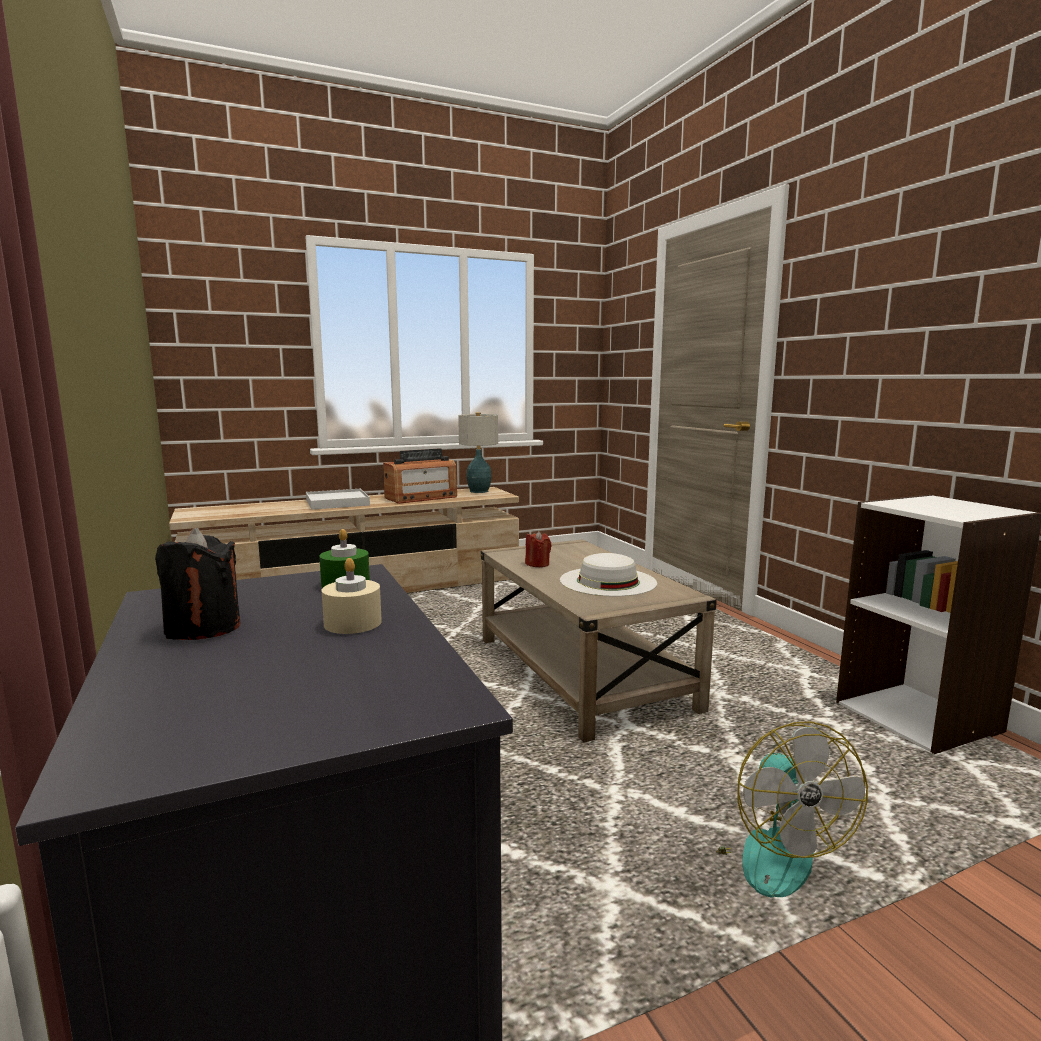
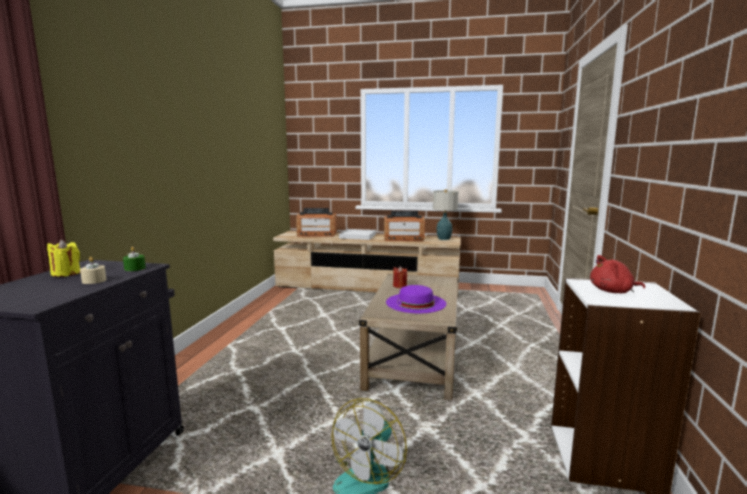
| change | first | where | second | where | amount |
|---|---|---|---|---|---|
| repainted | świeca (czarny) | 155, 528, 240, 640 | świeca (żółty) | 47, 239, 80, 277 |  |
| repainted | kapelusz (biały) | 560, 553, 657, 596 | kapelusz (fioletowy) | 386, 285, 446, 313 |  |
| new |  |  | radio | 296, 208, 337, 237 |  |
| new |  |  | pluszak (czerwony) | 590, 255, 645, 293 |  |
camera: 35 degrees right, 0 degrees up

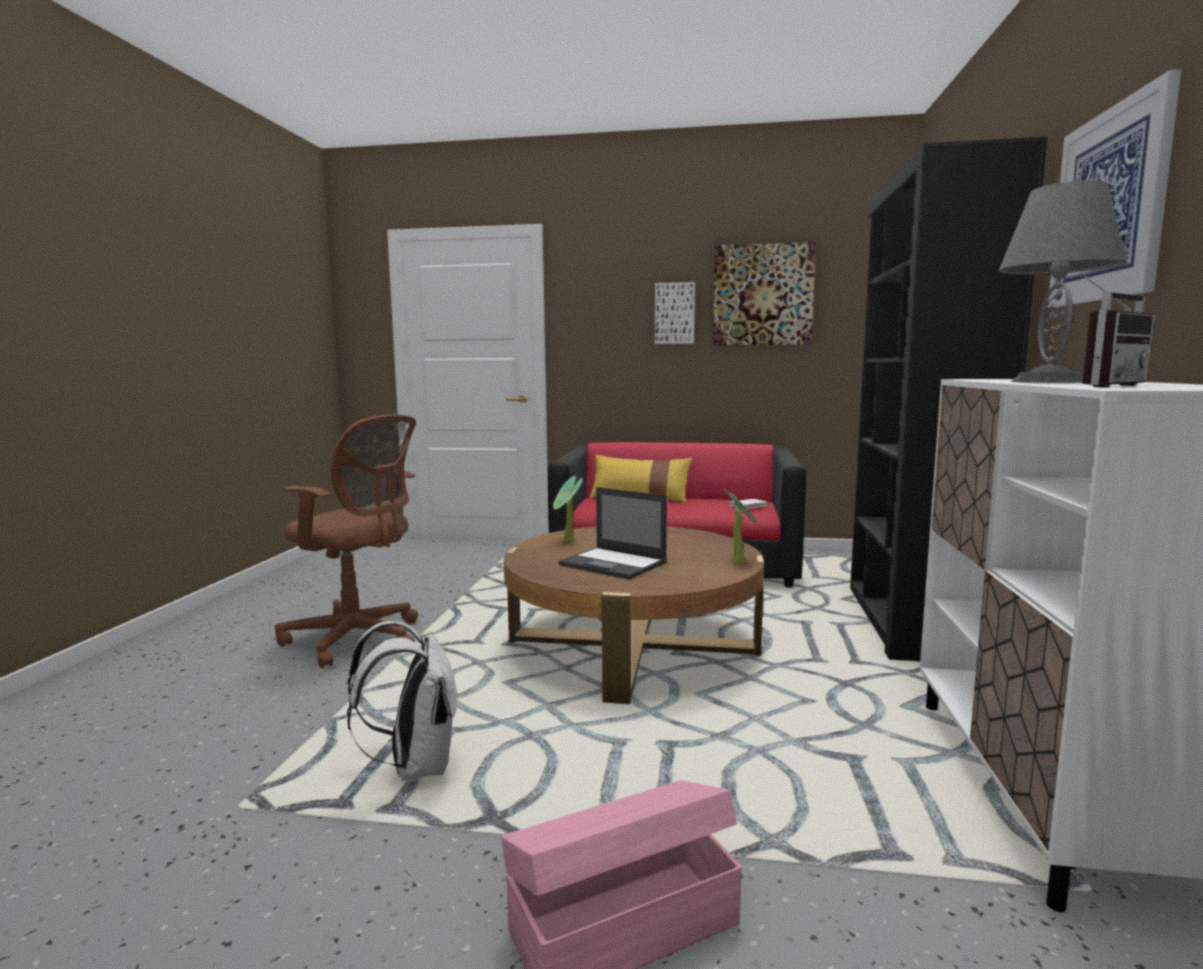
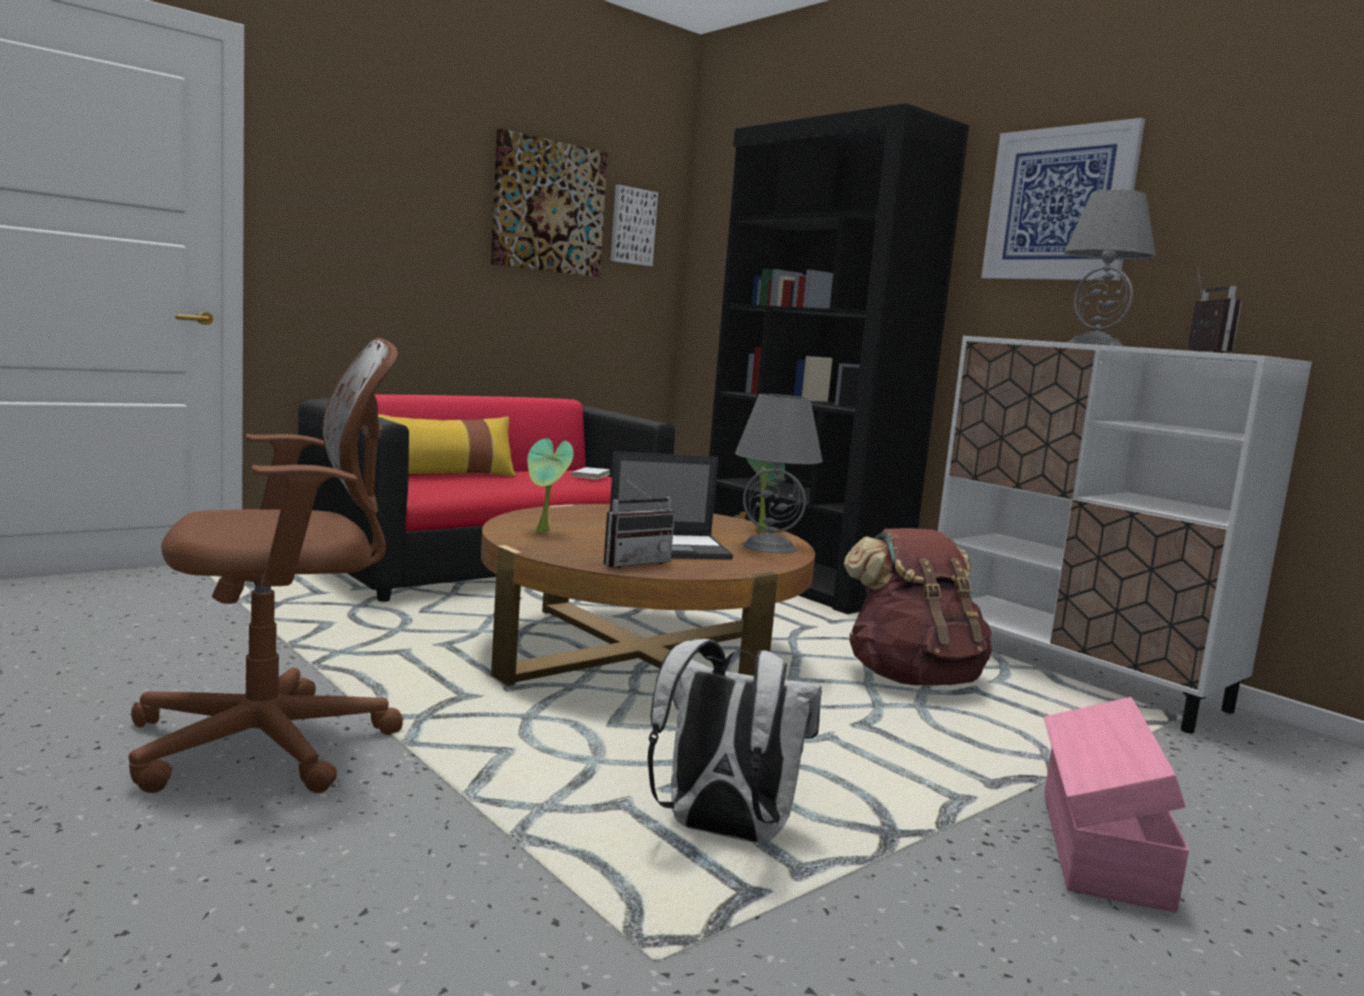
| change | first | where | second | where | amount |
|---|---|---|---|---|---|
| shifted | obraz | 655, 282, 695, 344 |  | 610, 185, 658, 266 |  |
| new |  |  | lampa stołowa (szary) | 735, 394, 823, 553 |  |
| new |  |  | radio | 604, 476, 675, 568 |  |
| new |  |  | plecak (brązowy) | 844, 528, 992, 685 |  |
camera: 50 degrees left, 0 degrees up

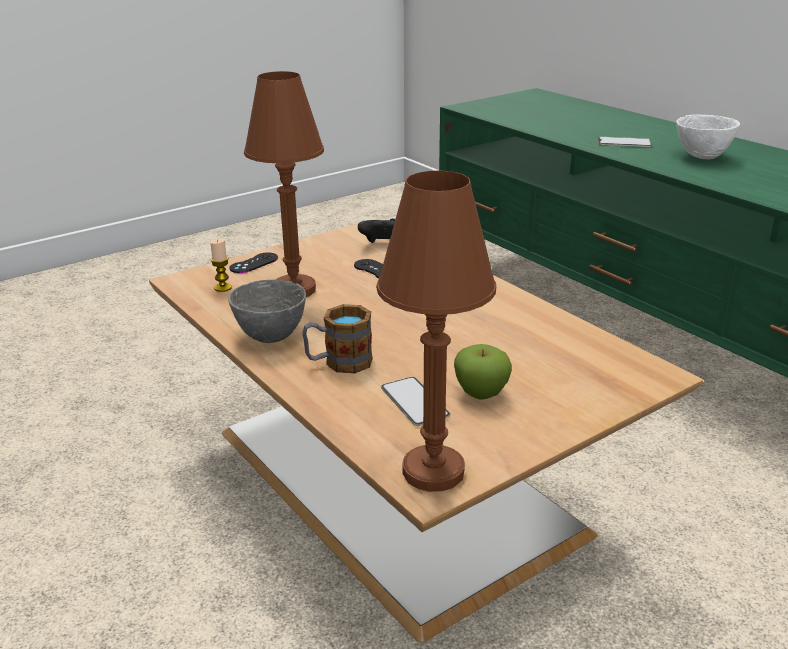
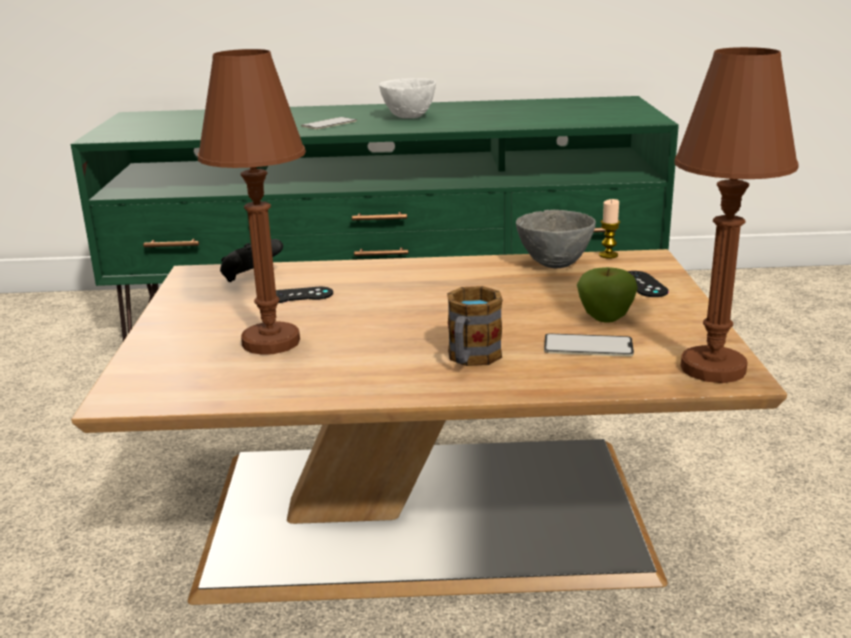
| change | first | where | second | where | amount |
|---|---|---|---|---|---|
| shifted | świeca | 210, 239, 232, 292 |  | 599, 199, 620, 259 |  |
| shifted | pad do gier (czarny) | 229, 252, 278, 273 |  | 627, 271, 669, 297 |  |
| shifted | miska (szary) | 228, 280, 306, 343 |  | 516, 210, 596, 268 |  |
camera: 55 degrees left, 5 degrees down

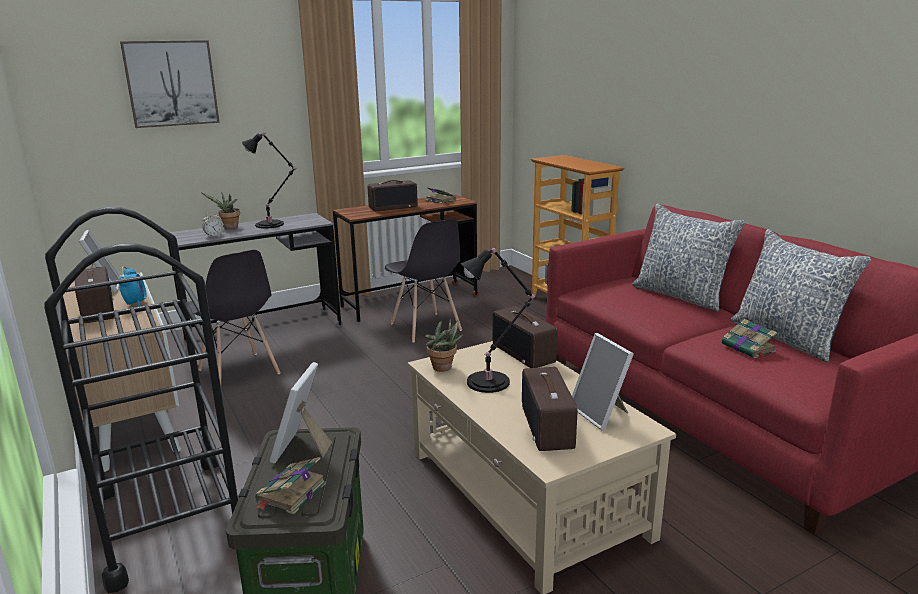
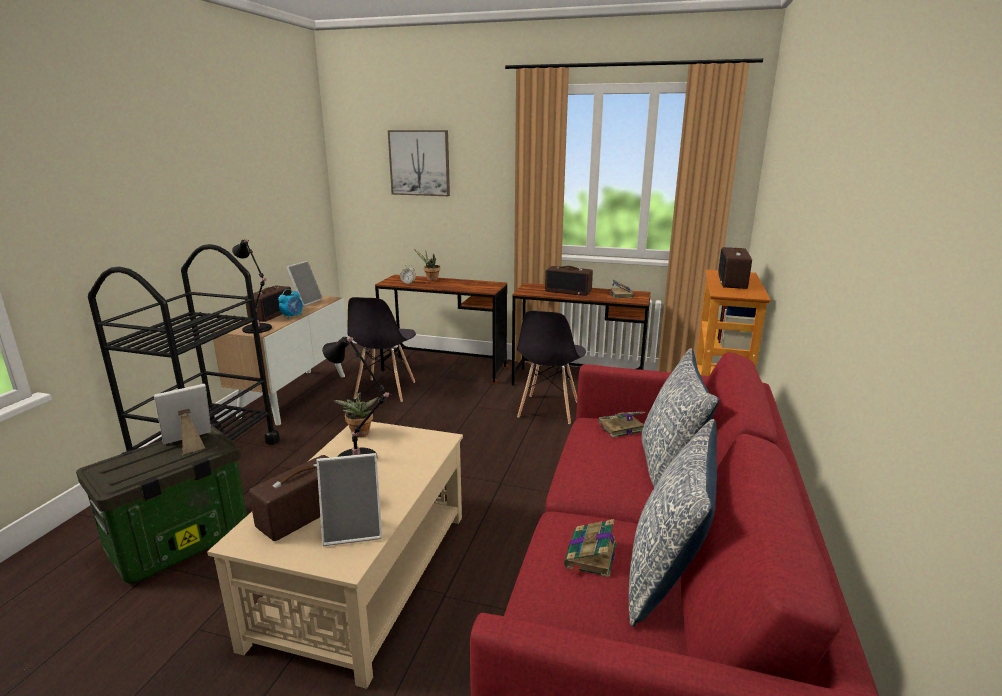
| change | first | where | second | where | amount |
|---|---|---|---|---|---|
| shifted | lampa stołowa (czarny) | 242, 133, 296, 229 |  | 232, 239, 272, 334 |  |
| repainted | biurko (szary) | 168, 213, 343, 353 | biurko (brązowy) | 375, 275, 508, 384 |  |
| shifted | radio | 493, 306, 557, 368 |  | 718, 247, 752, 289 |  |
| rotated | ramka na zdjęcie | 572, 333, 634, 431 |  | 317, 453, 382, 546 | 120 degrees counterclockwise |
| shifted | książka | 255, 457, 326, 515 |  | 595, 412, 645, 438 |  |
camera: 45 degrees right, 0 degrees up

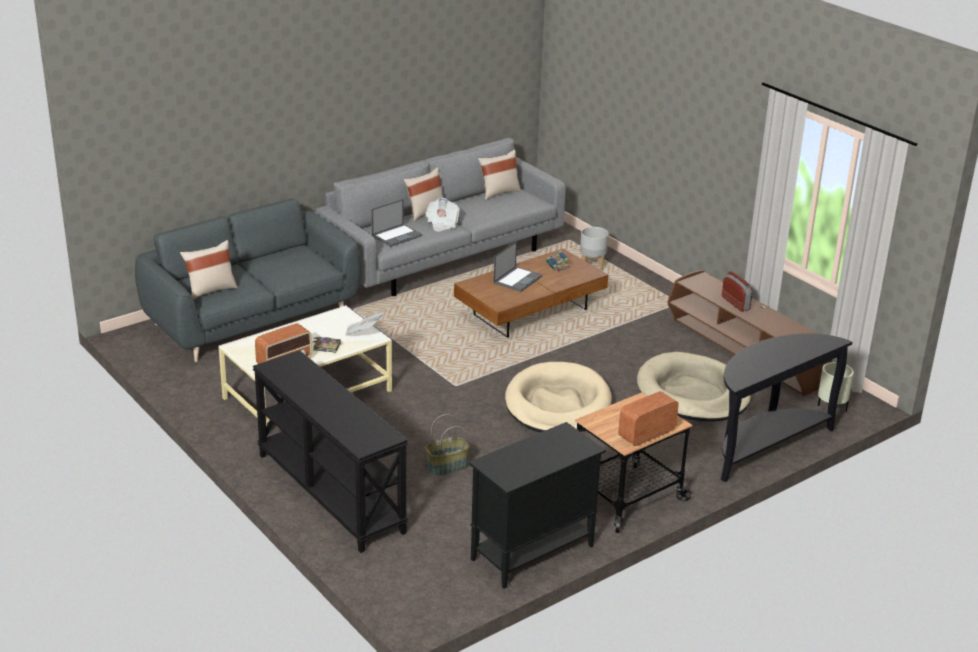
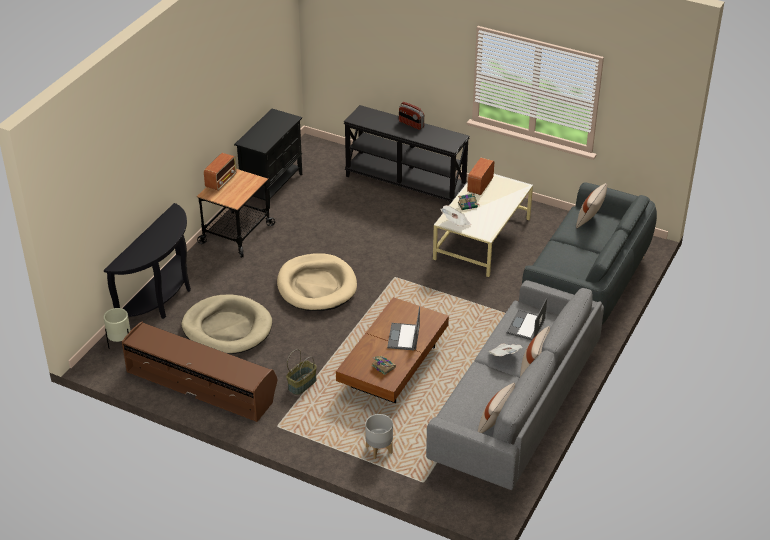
| change | first | where | second | where | amount |
|---|---|---|---|---|---|
| shifted | radio | 722, 271, 752, 312 |  | 399, 102, 424, 130 |  |
| shifted | koszyk | 425, 414, 470, 476 |  | 286, 349, 317, 395 |  |
camera: 155 degrees right, 10 degrees up

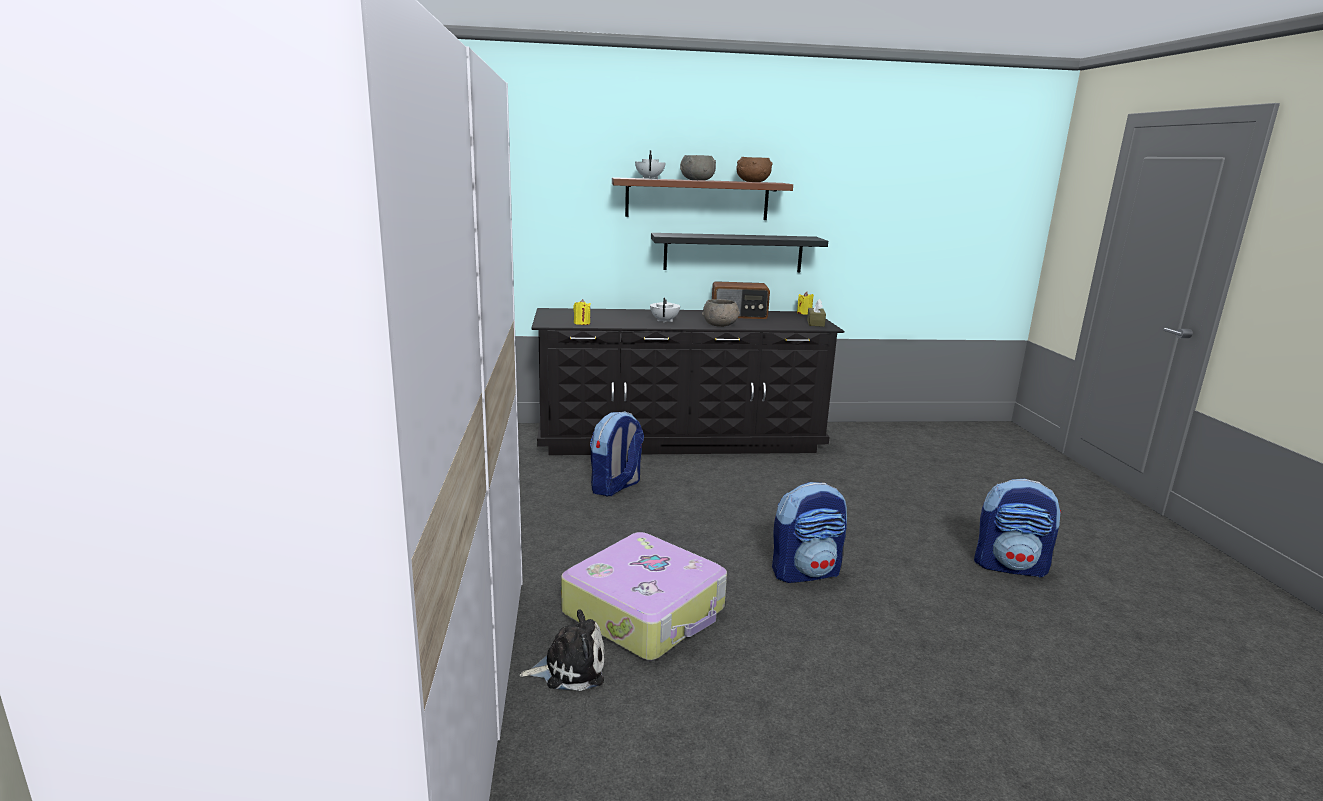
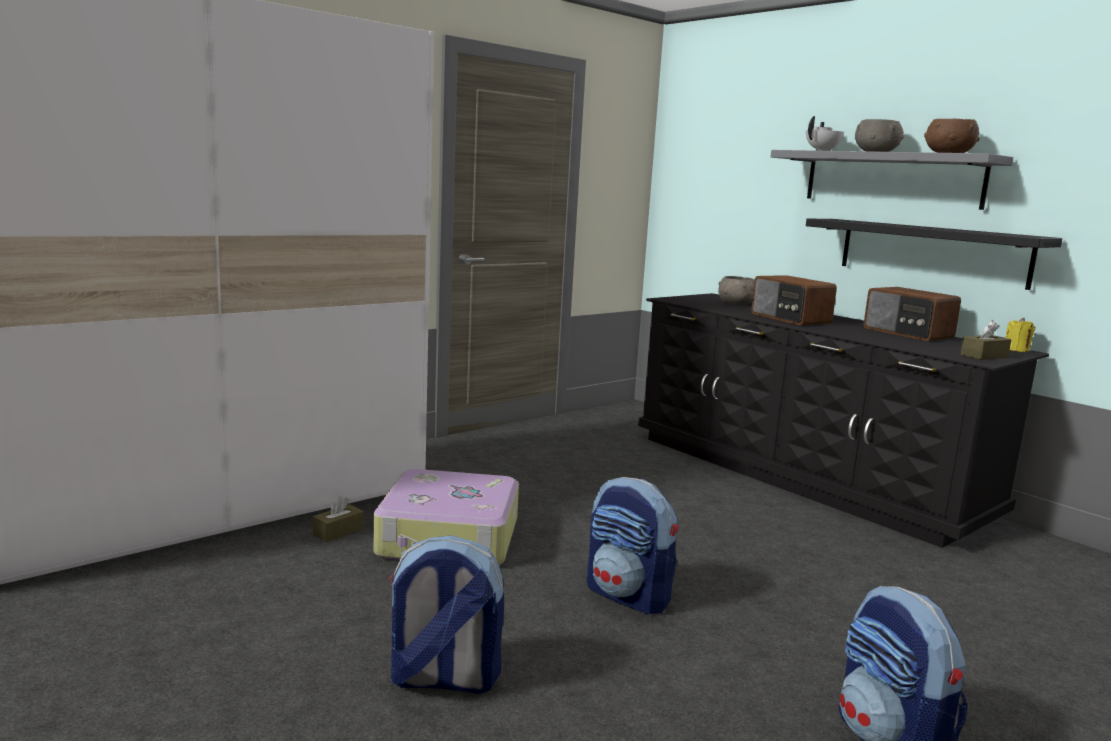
| change | first | where | second | where | amount |
|---|---|---|---|---|---|
| repainted | półka (brązowy) | 612, 177, 793, 220 | półka (szary) | 771, 150, 1013, 210 |  |
| swapped | imbryk (biały) | 650, 298, 680, 323 | radio | 751, 275, 837, 325 |  |
| gone | świeca (żółty) | 573, 299, 591, 325 |  |  |  |
| shifted | miska (szary) | 702, 299, 740, 327 |  | 718, 276, 755, 305 |  |
| shifted | plecak | 590, 412, 644, 496 |  | 387, 535, 504, 694 |  |
| swapped | pluszak | 520, 609, 604, 691 | pudełko chusteczek (brązowy) | 313, 496, 364, 542 |  |
camera: 55 degrees right, 5 degrees down

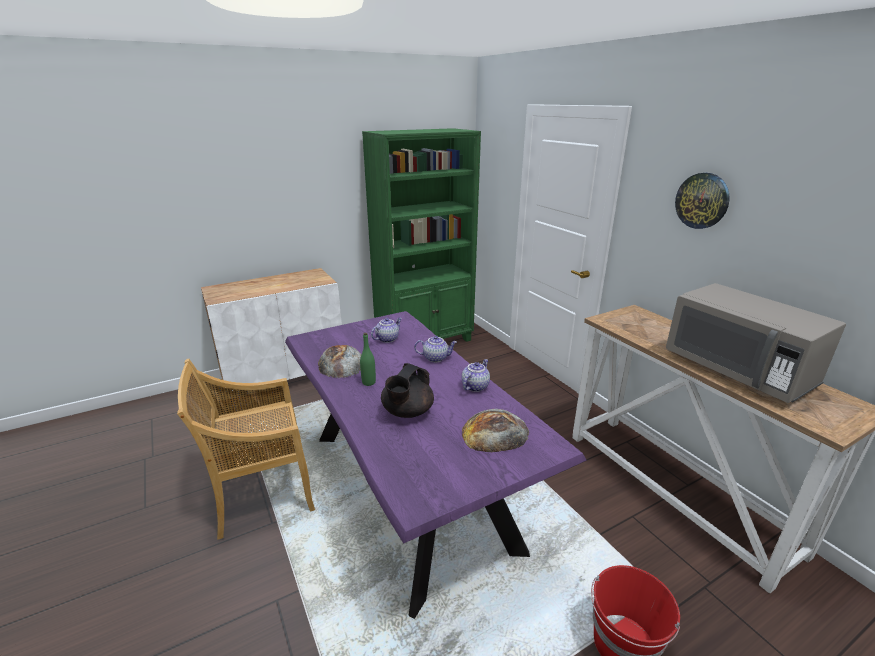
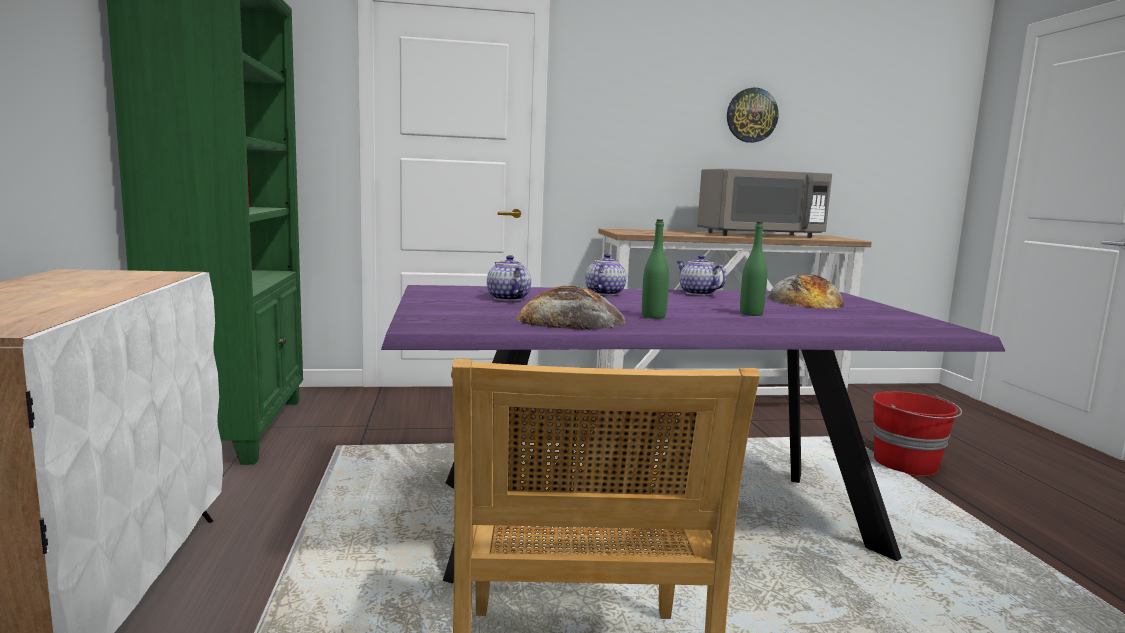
| change | first | where | second | where | amount |
|---|---|---|---|---|---|
| shifted | zegar ścienny | 675, 173, 730, 229 |  | 727, 88, 778, 143 |  |
| swapped | imbryk (czarny) | 381, 363, 434, 418 | butelka (zielony) | 740, 222, 767, 316 |  |
camera: 70 degrees left, 15 degrees down

